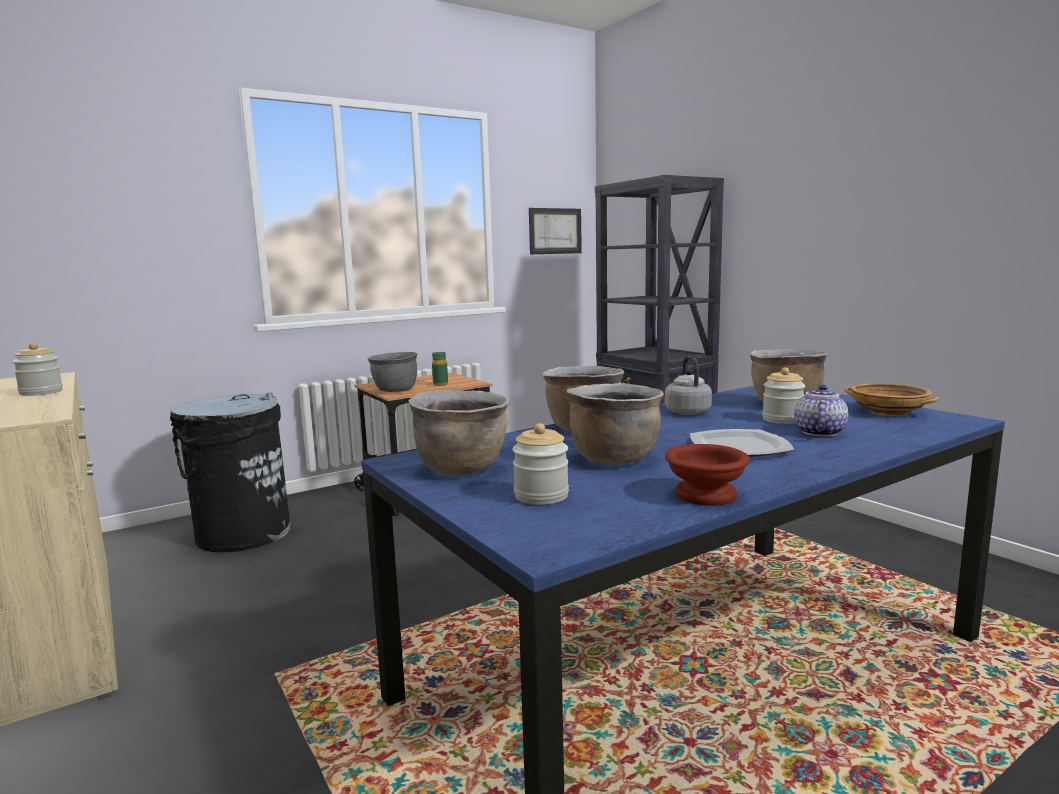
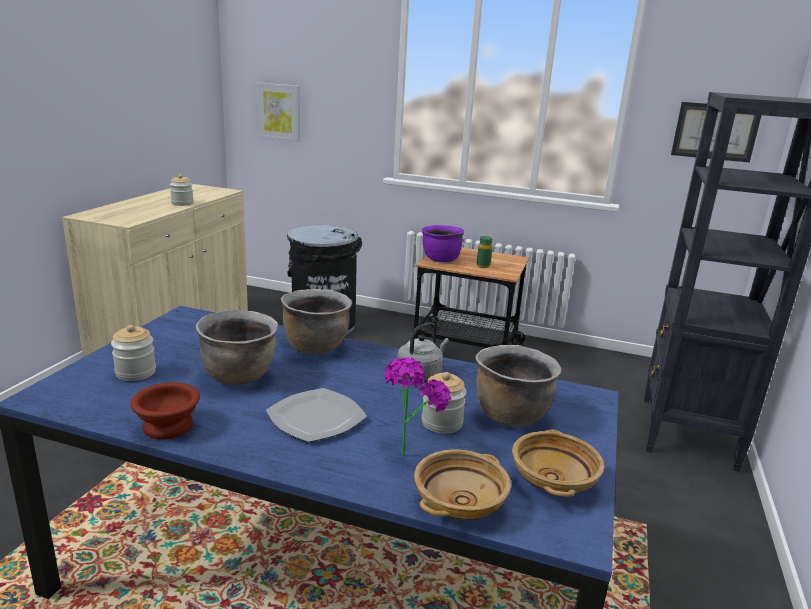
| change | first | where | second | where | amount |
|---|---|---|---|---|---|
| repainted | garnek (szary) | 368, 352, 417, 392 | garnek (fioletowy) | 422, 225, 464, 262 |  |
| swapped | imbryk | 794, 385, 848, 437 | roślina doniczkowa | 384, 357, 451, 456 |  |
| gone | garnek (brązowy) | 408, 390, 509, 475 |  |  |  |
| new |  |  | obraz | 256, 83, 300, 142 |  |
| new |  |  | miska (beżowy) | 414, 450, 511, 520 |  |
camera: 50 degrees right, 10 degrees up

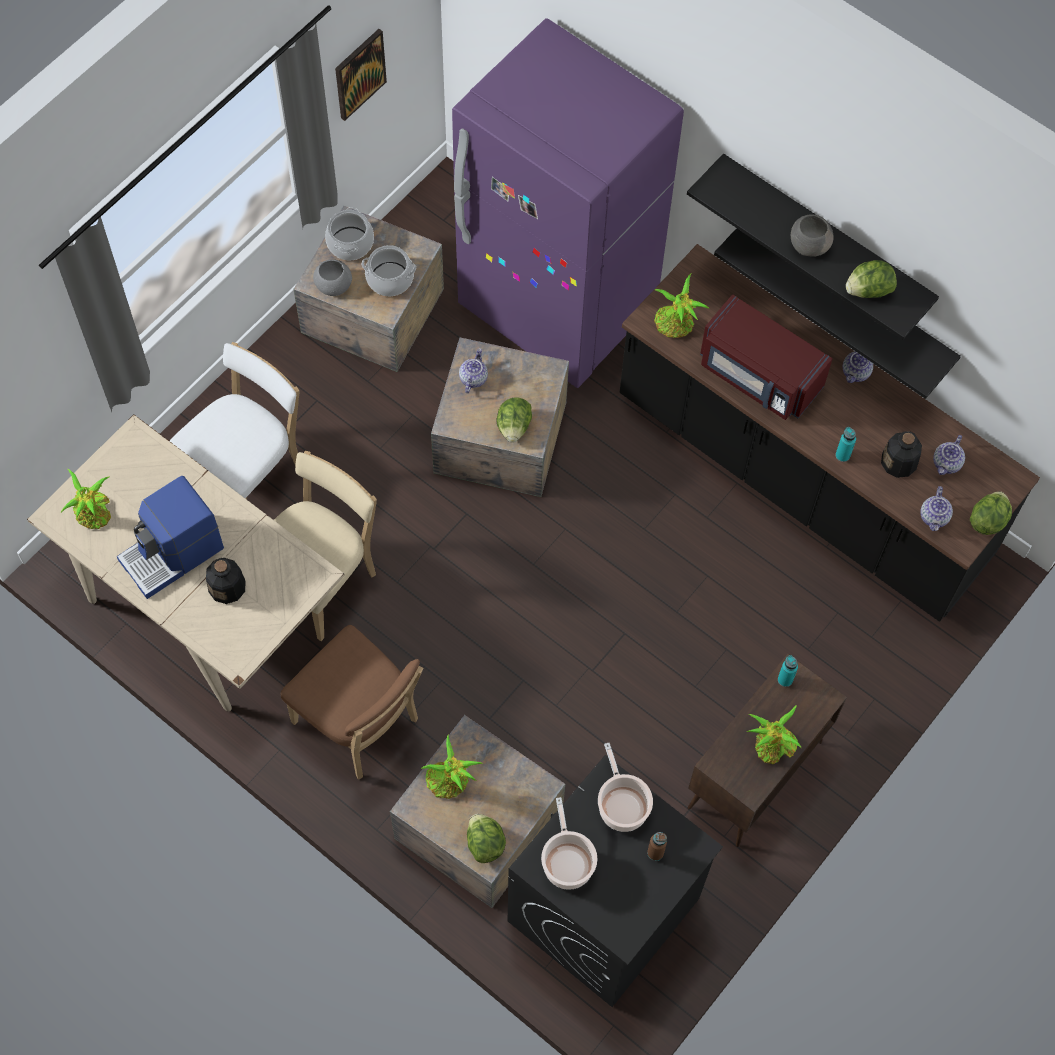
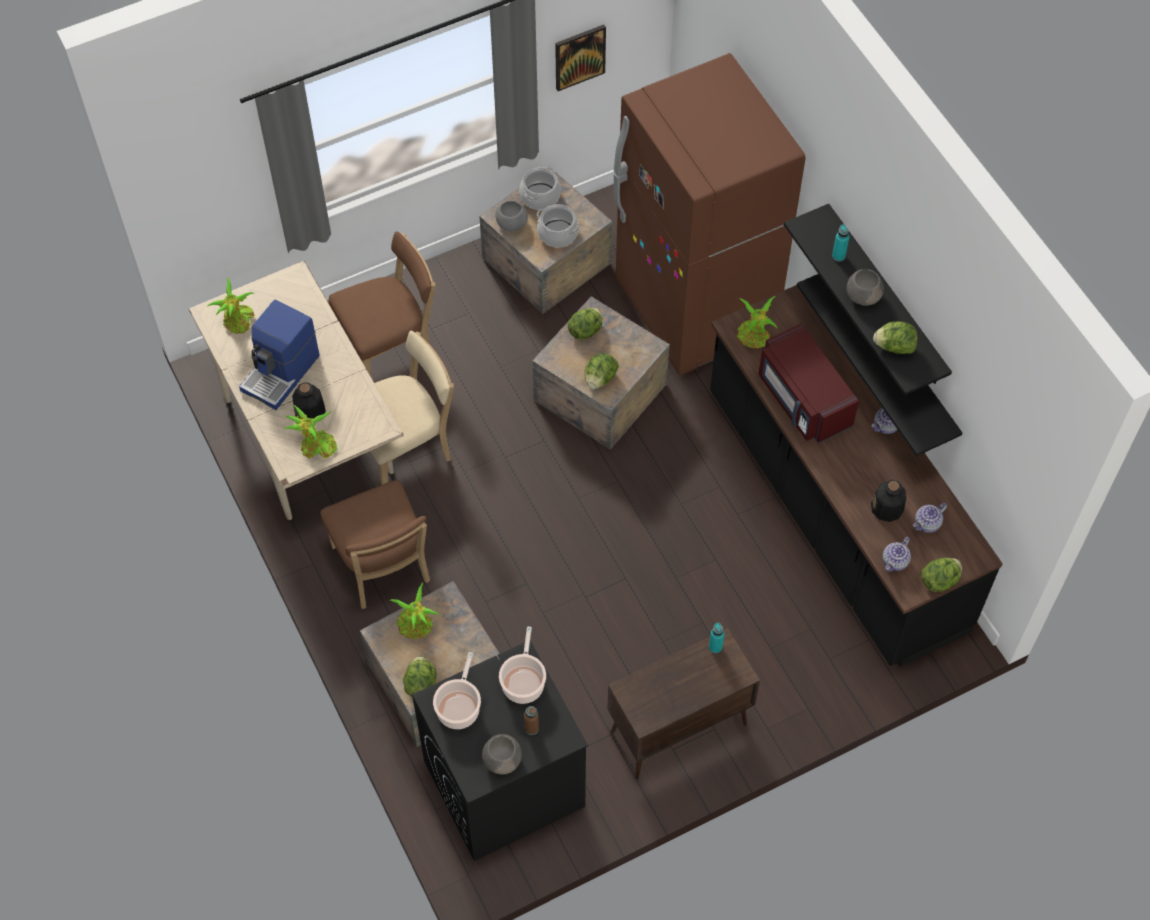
| change | first | where | second | where | amount |
|---|---|---|---|---|---|
| repainted | lodówka (fioletowy) | 452, 18, 684, 388 | lodówka (brązowy) | 614, 53, 806, 376 |  |
| repainted | krzesło (biały) | 170, 342, 300, 499 | krzesło (brązowy) | 329, 231, 435, 376 |  |
| swapped | imbryk | 459, 348, 488, 393 | sałata | 568, 308, 603, 340 |  |
| shifted | butelka (turkusowy) | 835, 427, 856, 462 |  | 832, 224, 849, 261 |  |
| rotated | ekspres do kawy | 117, 476, 224, 599 |  | 239, 300, 320, 410 | 45 degrees counterclockwise |
| shifted | roślina doniczkowa | 747, 706, 801, 764 |  | 283, 405, 337, 458 |  |
| new |  |  | miska (szary) | 482, 734, 522, 775 |  |
camera: 25 degrees right, 5 degrees down

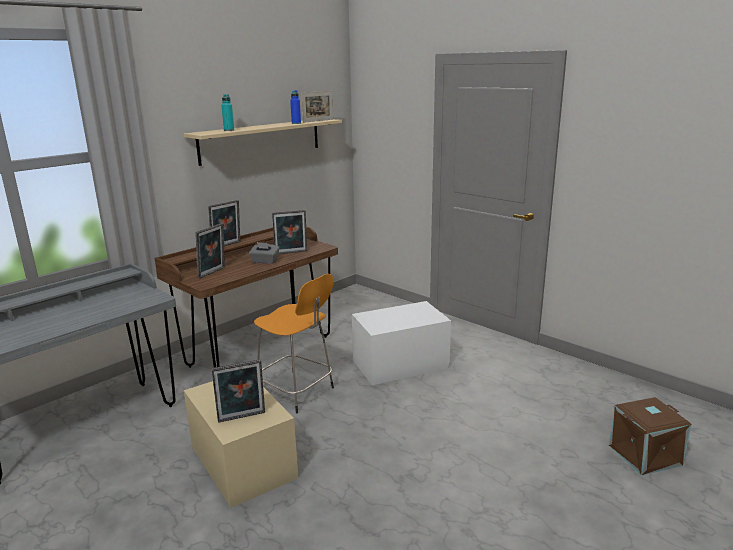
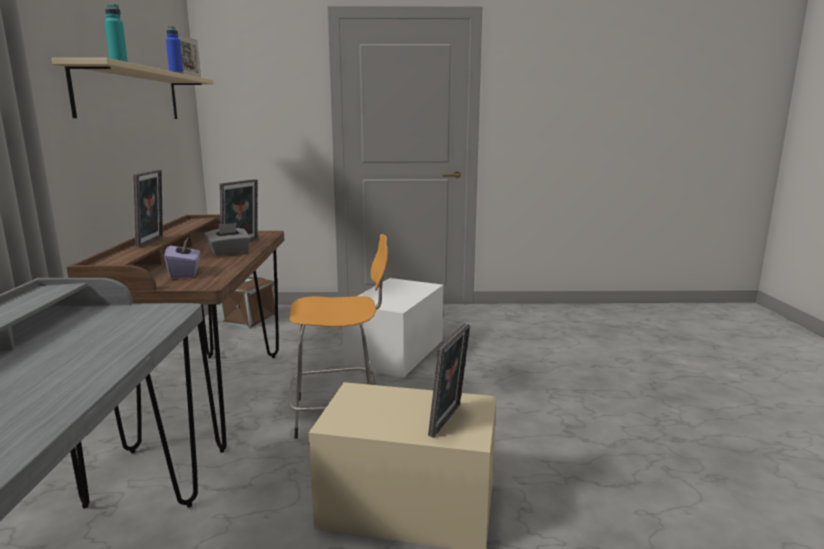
| change | first | where | second | where | amount |
|---|---|---|---|---|---|
| swapped | ramka na zdjęcie | 195, 223, 225, 279 | pudełko chusteczek (fioletowy) | 165, 238, 200, 279 |  |
| shifted | pojemnik do przechowywania (brązowy) | 609, 397, 692, 475 |  | 221, 276, 275, 329 |  |
camera: 45 degrees left, 5 degrees down

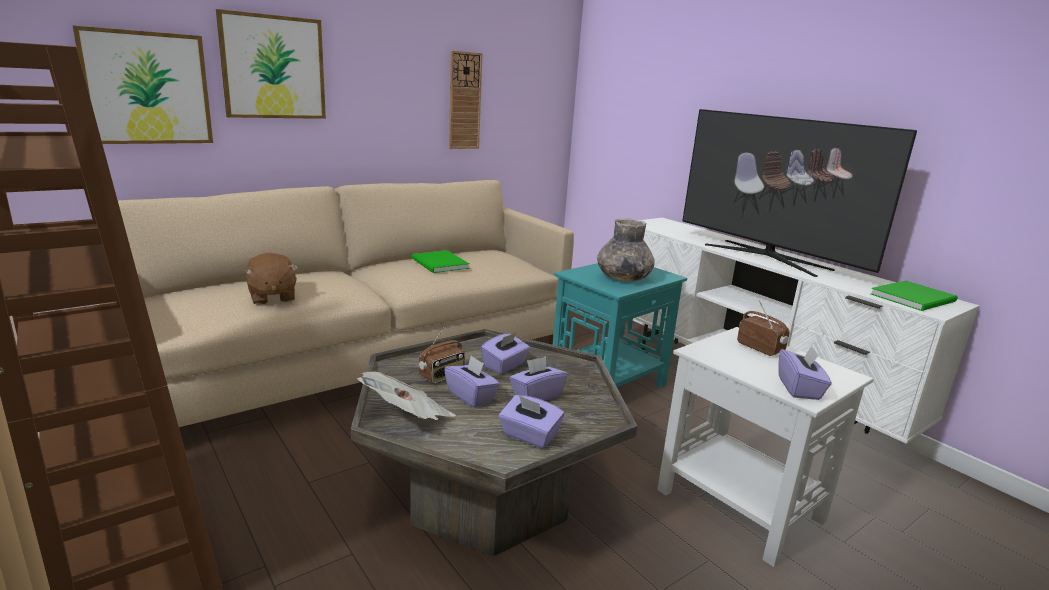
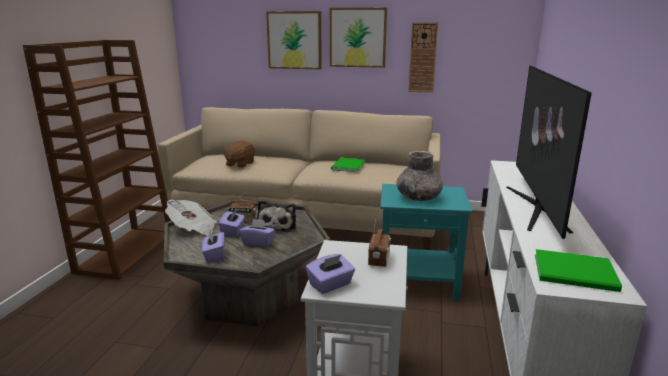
| change | first | where | second | where | amount |
|---|---|---|---|---|---|
| shifted | obraz | 73, 25, 213, 144 |  | 330, 8, 387, 68 |  |
| swapped | pudełko chusteczek (fioletowy) | 480, 332, 530, 374 | pluszak | 257, 200, 296, 232 |  |
camera: 50 degrees right, 0 degrees up

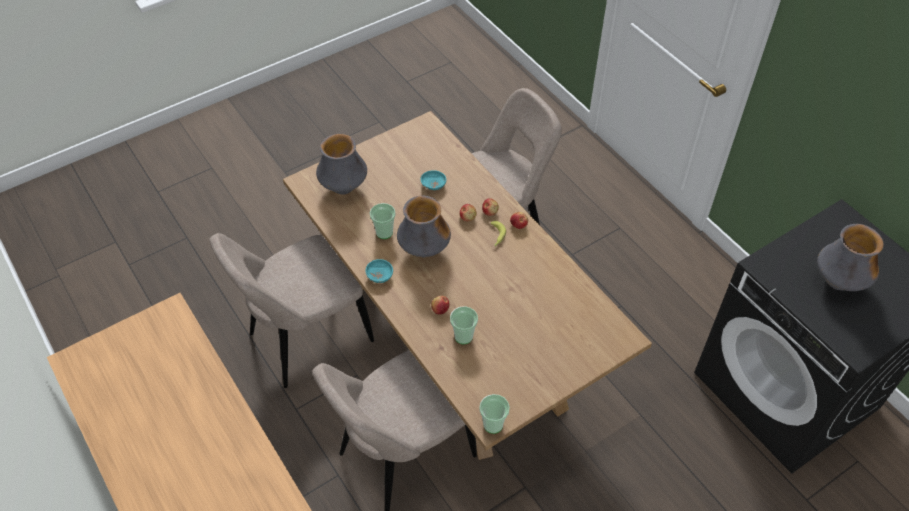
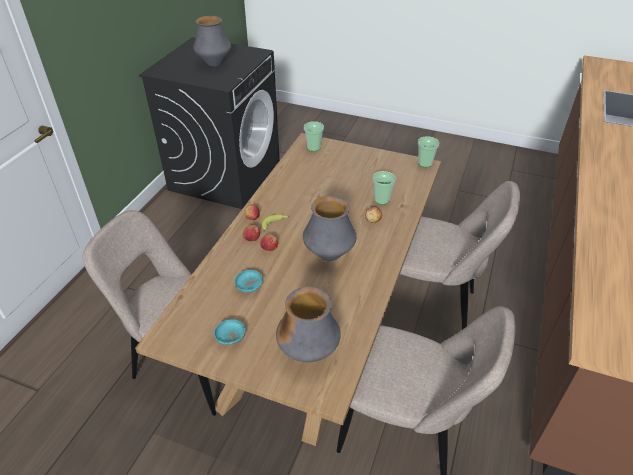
| change | first | where | second | where | amount |
|---|---|---|---|---|---|
| shifted | filiżanka | 370, 203, 396, 239 |  | 304, 121, 324, 152 |  |
| shifted | miska (turkusowy) | 365, 259, 393, 283 |  | 214, 319, 246, 345 |  |
camera: 125 degrees left, 10 degrees down

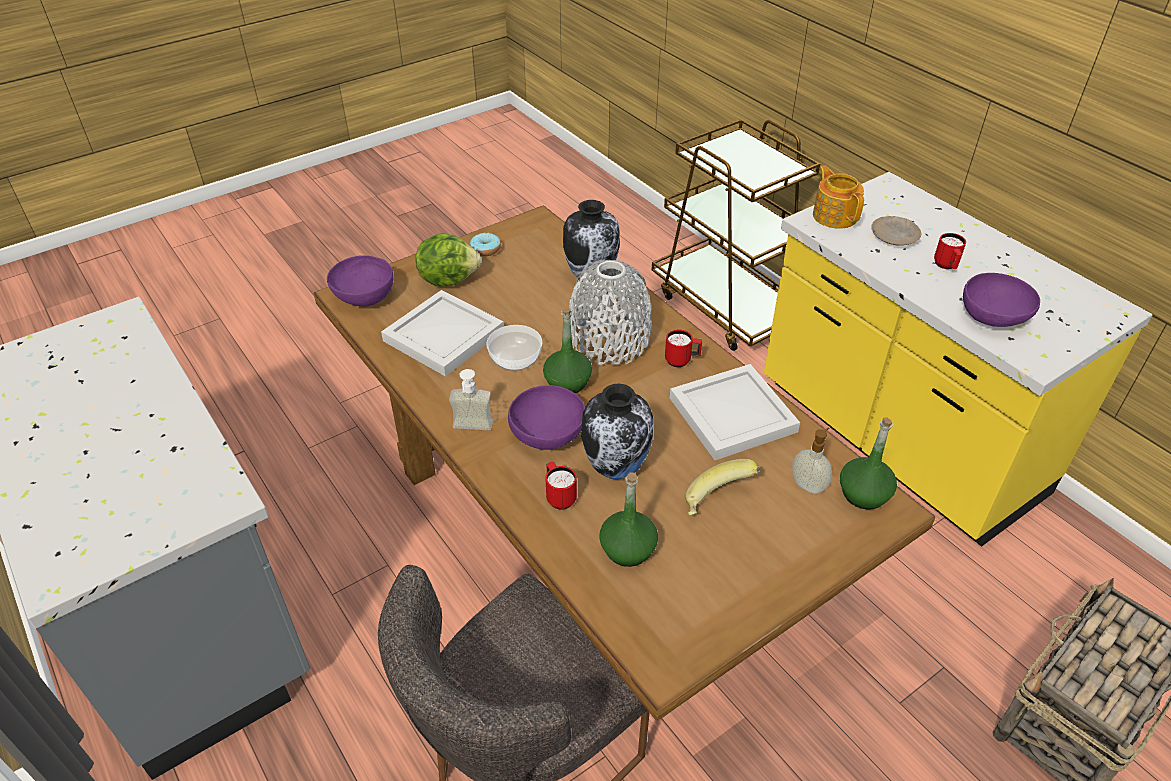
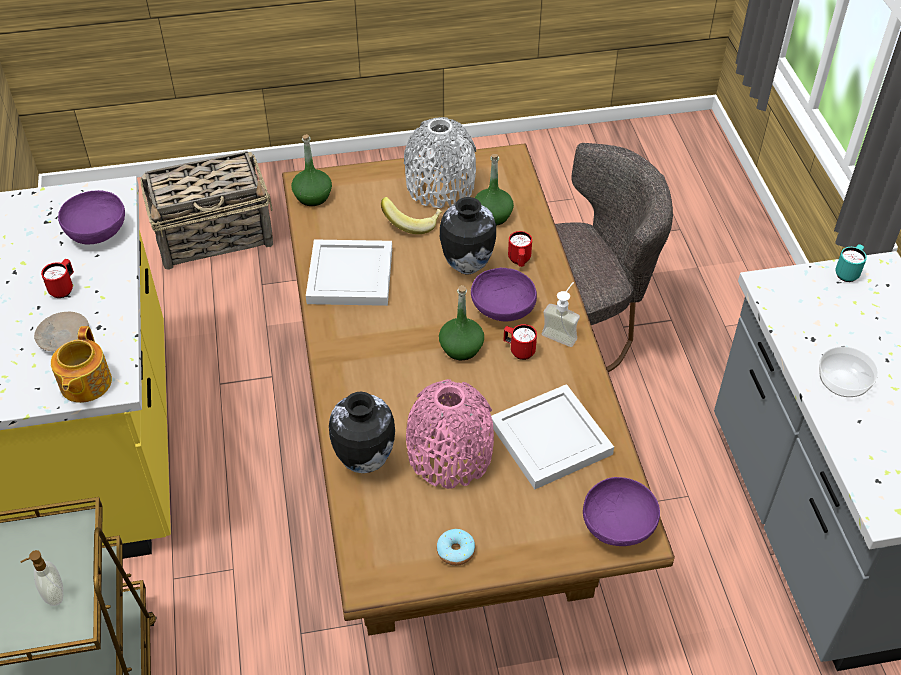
| change | first | where | second | where | amount |
|---|---|---|---|---|---|
| gone | sałata | 416, 233, 481, 286 |  |  |  |
| shifted | wazon (szary) | 569, 260, 652, 366 |  | 404, 117, 476, 208 |  |
| shifted | miska | 486, 325, 542, 371 |  | 819, 347, 878, 397 |  |
| shifted | kubek (czerwony) | 665, 330, 702, 367 |  | 503, 324, 537, 360 |  |
| shifted | dozownik mydła | 792, 428, 832, 494 |  | 20, 550, 63, 606 |  |
| new |  |  | kubek (turkusowy) | 835, 244, 867, 282 |  |
| new |  |  | wazon (różowy) | 406, 379, 494, 489 |  |
camera: 155 degrees left, 5 degrees up

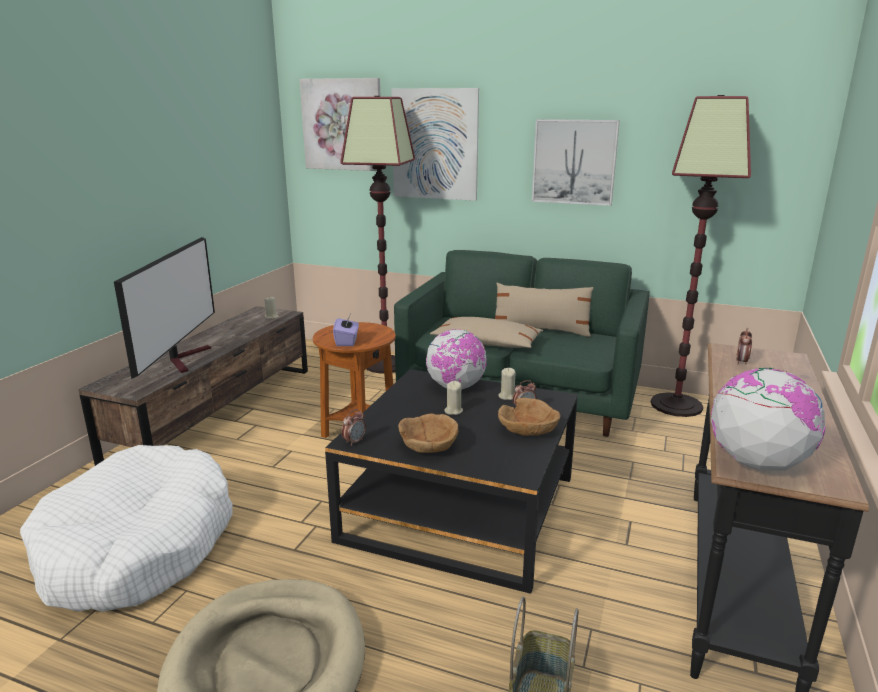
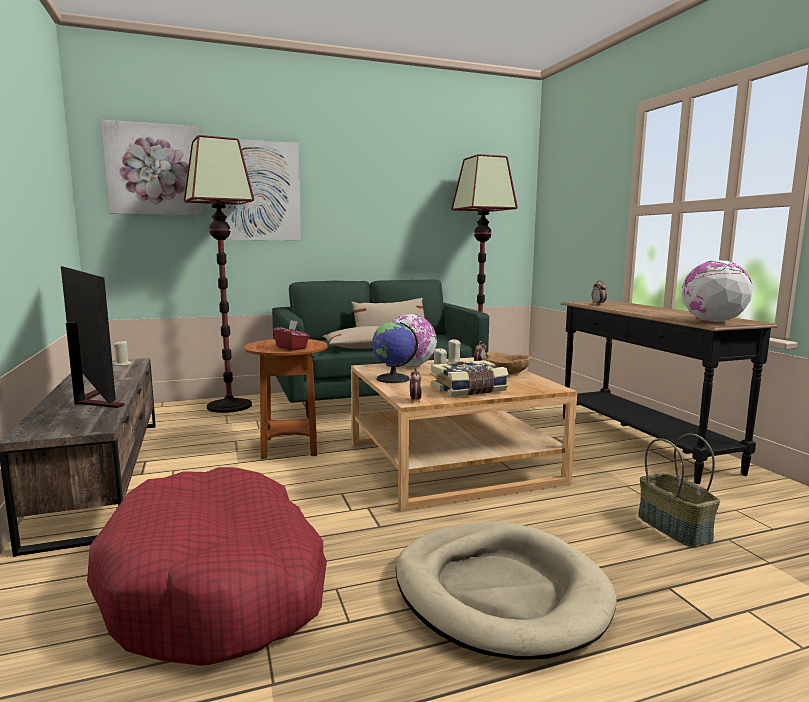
| change | first | where | second | where | amount |
|---|---|---|---|---|---|
| gone | obraz | 532, 119, 620, 206 |  |  |  |
| repainted | pudełko chusteczek (fioletowy) | 333, 316, 359, 346 | pudełko chusteczek (czerwony) | 273, 320, 309, 351 |  |
| repainted | ława (czarny) | 325, 369, 578, 594 | ława (beżowy) | 351, 357, 577, 511 |  |
| swapped | miska (brązowy) | 398, 414, 458, 453 | książka | 431, 360, 508, 397 |  |
| repainted | legowisko (biały) | 20, 445, 233, 612 | legowisko (czerwony) | 87, 467, 327, 666 |  |
| new |  |  | globus | 372, 322, 418, 383 |  |
camera: 40 degrees left, 10 degrees down

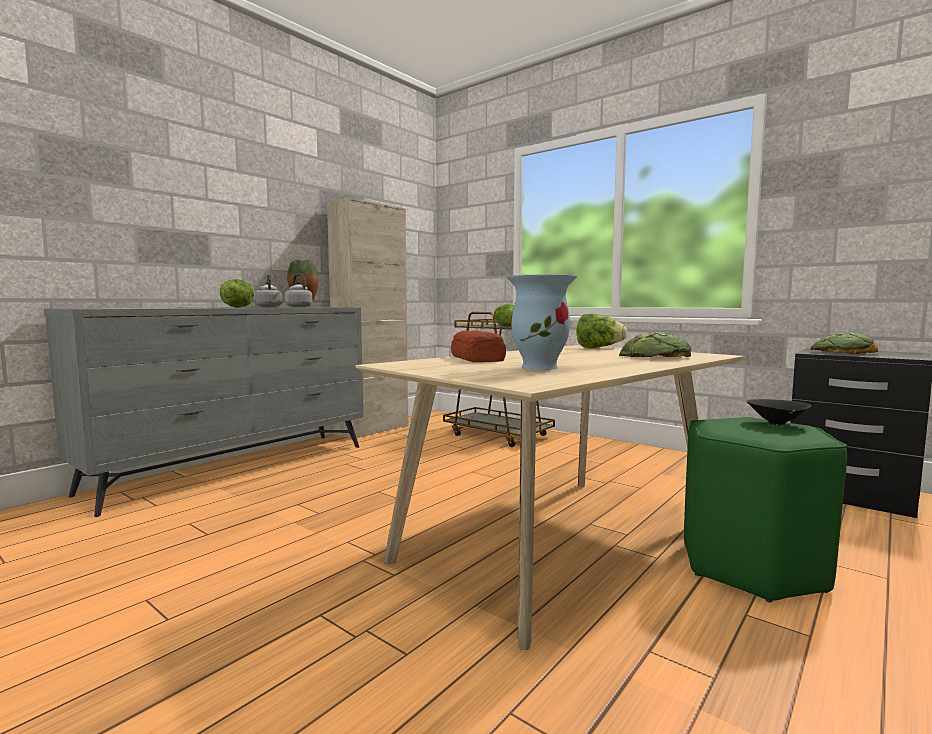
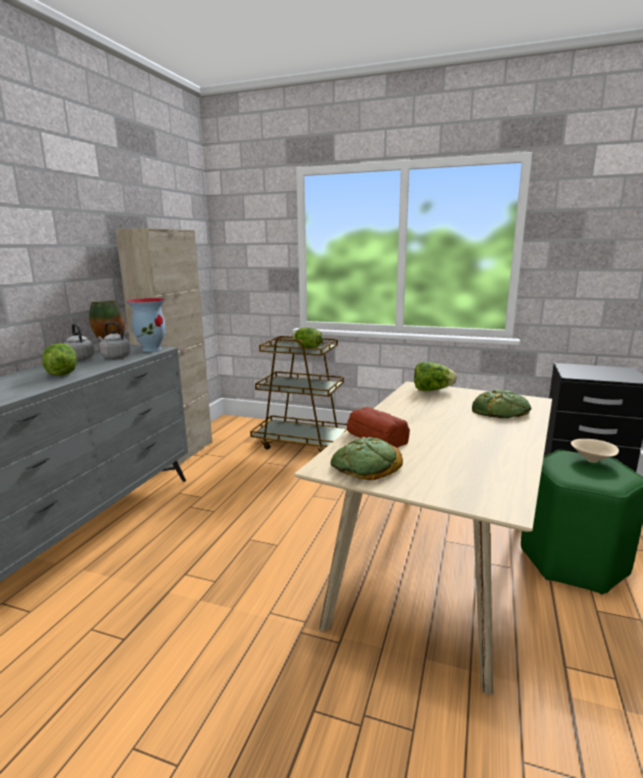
| change | first | where | second | where | amount |
|---|---|---|---|---|---|
| shifted | wazon | 507, 274, 577, 370 |  | 126, 298, 166, 352 |  |
| shifted | chleb | 811, 332, 878, 354 |  | 331, 437, 403, 480 |  |
| repainted | miska (czarny) | 746, 399, 811, 426 | miska (beżowy) | 571, 439, 619, 463 |  |
camera: 20 degrees left, 10 degrees up

